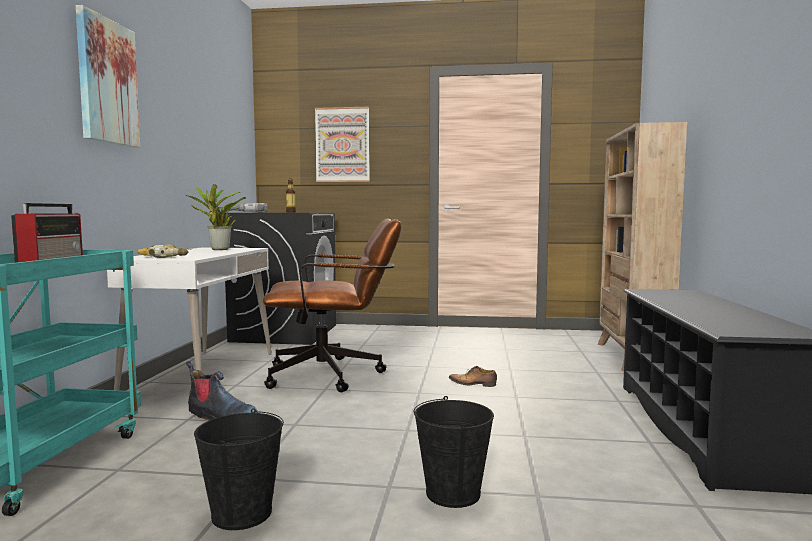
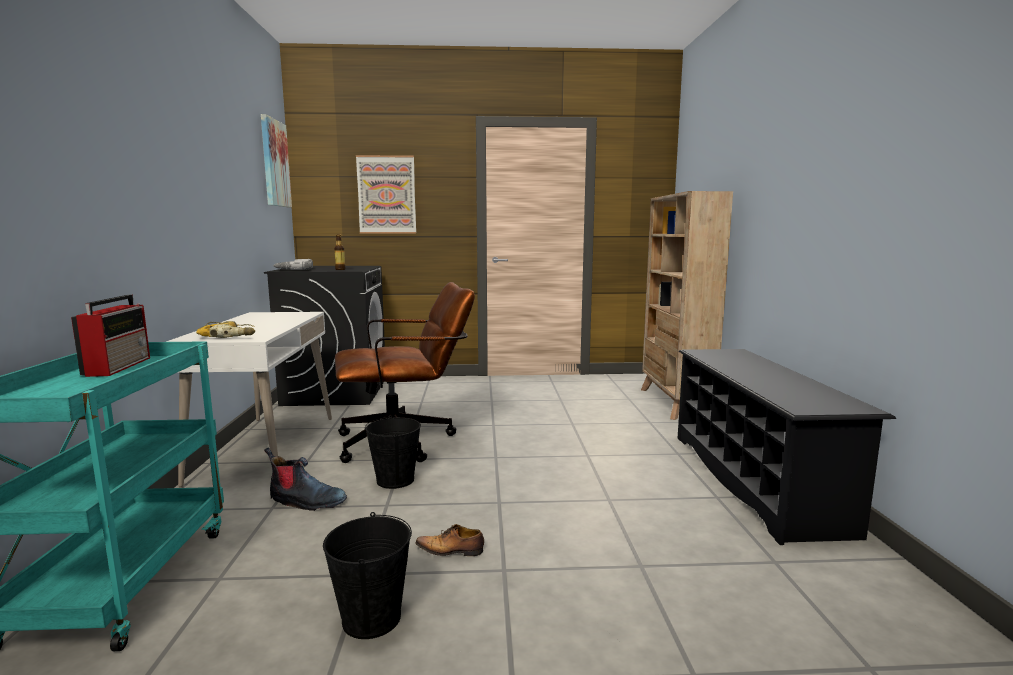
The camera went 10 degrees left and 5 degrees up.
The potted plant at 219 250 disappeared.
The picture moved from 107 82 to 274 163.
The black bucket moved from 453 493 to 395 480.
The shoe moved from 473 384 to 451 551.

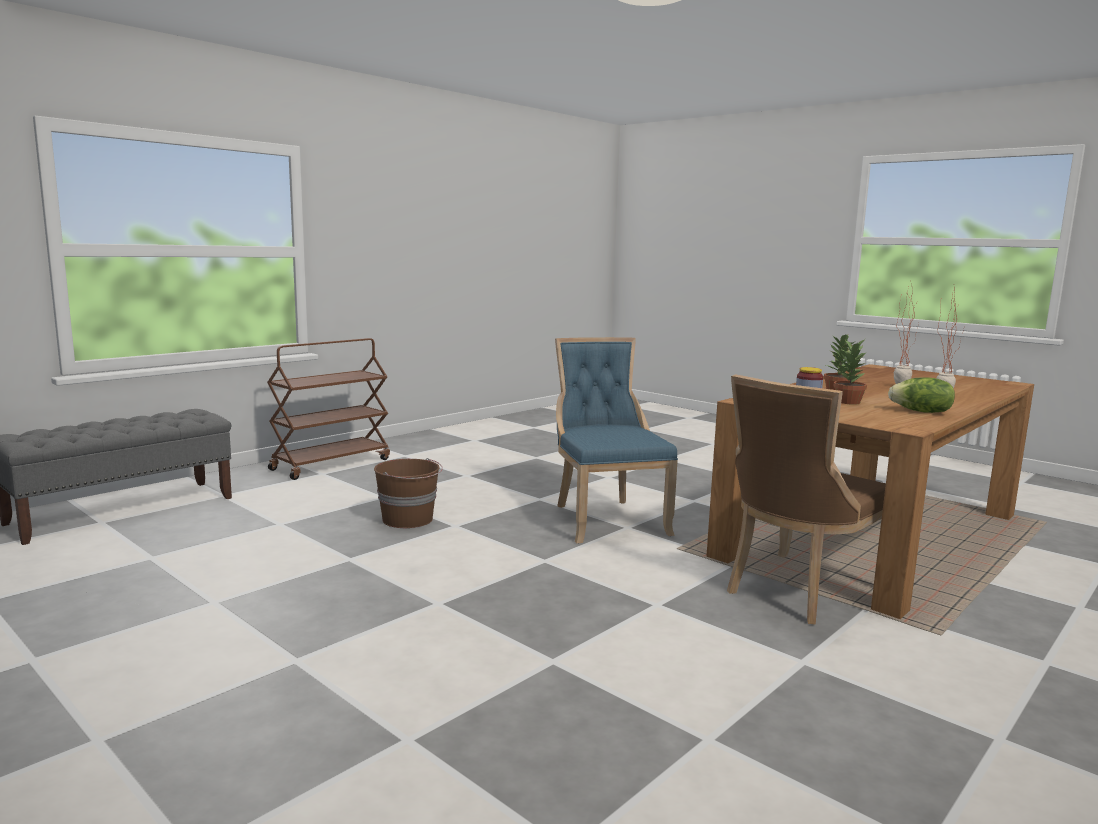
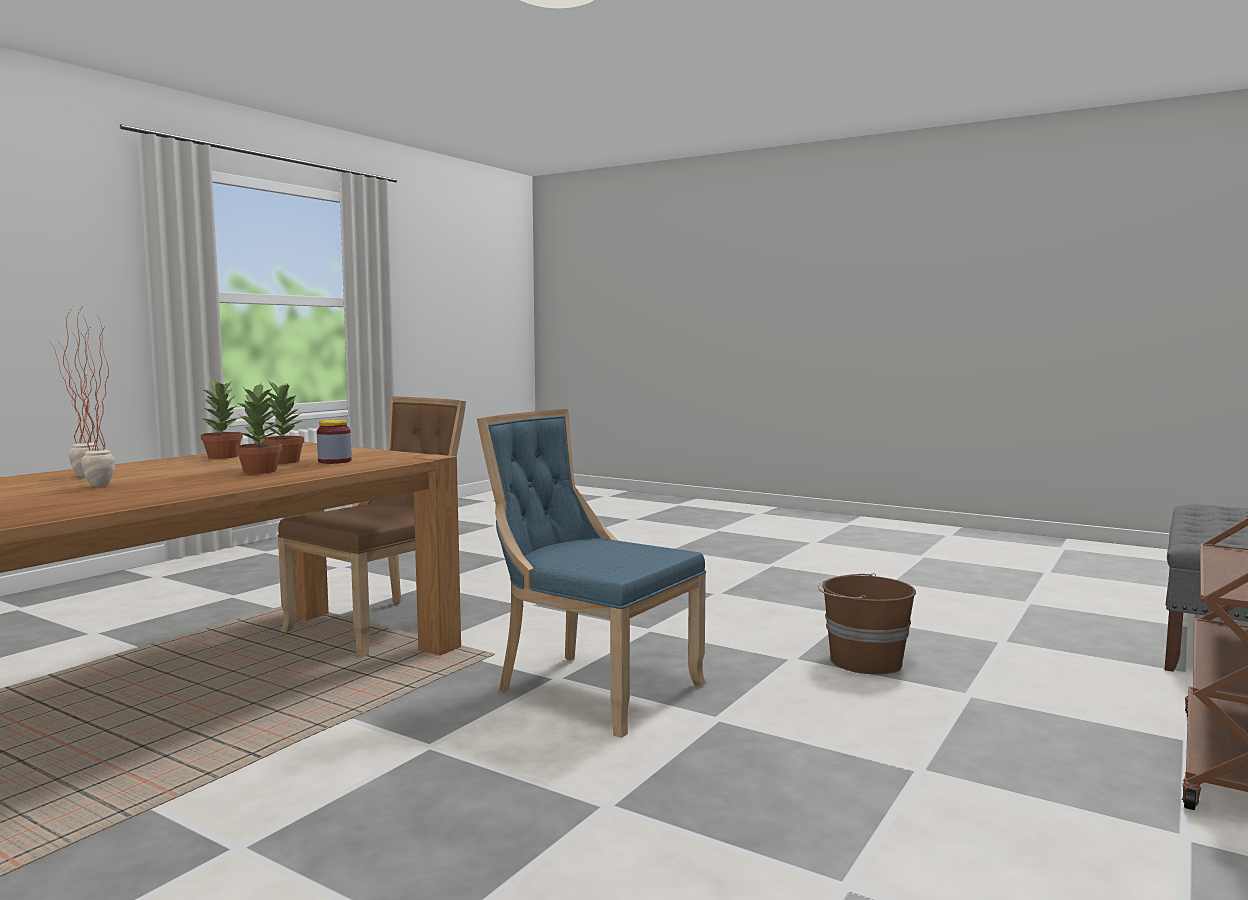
The camera went 170 degrees right and 5 degrees down.
The lettuce at 921 412 was replaced by the potted plant at 223 456.
The blue chair at 606 519 turned 150 degrees clockwise.

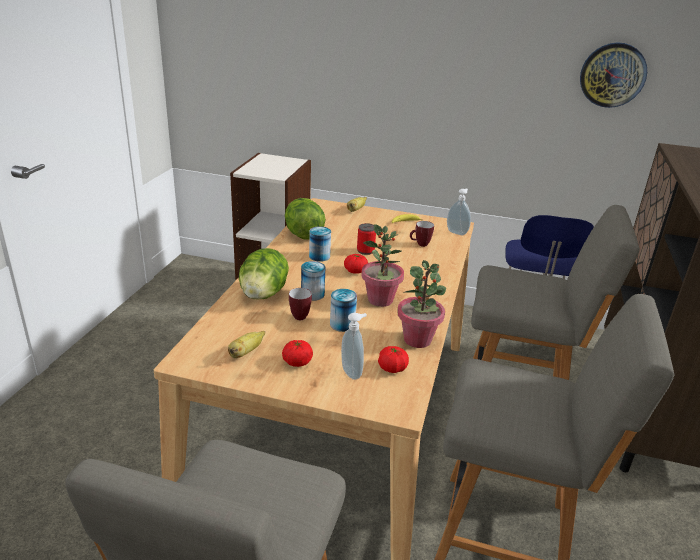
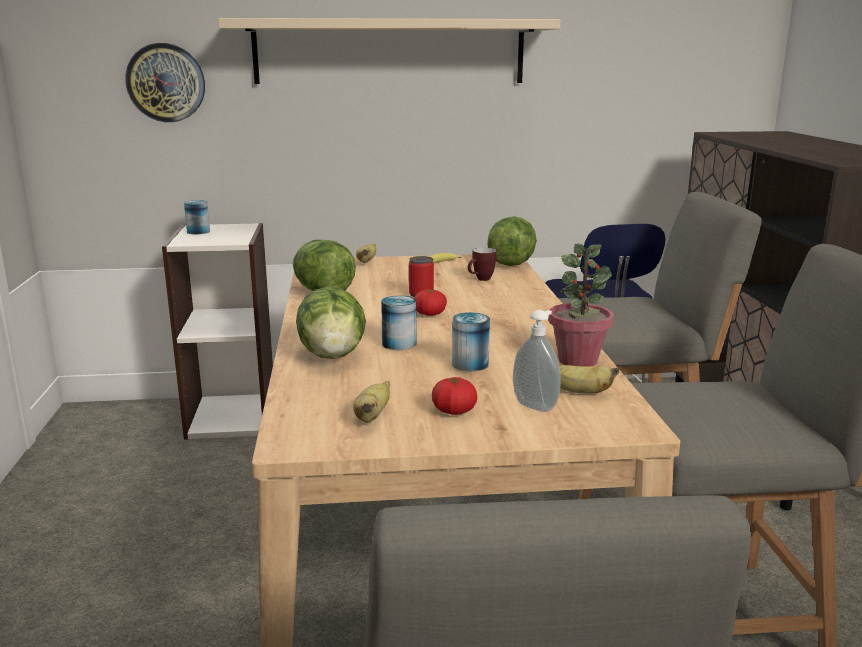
The camera went 20 degrees left and 10 degrees down.
The mug at 298 315 disappeared.
The potted plant at 380 300 disappeared.
The beige shelf at 389 52 appeared.
The can moved from 319 256 to 198 231.
The wall clock moved from 612 75 to 166 83.
The tomato at 392 368 was replaced by the banana at 579 392.
The soap dispenser at 457 232 was replaced by the lettuce at 511 263.

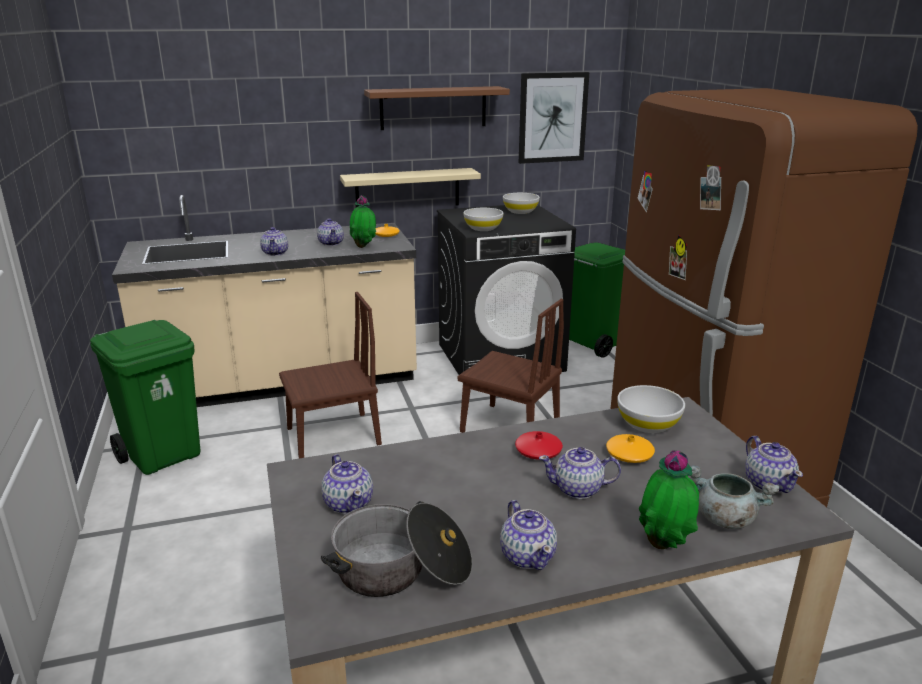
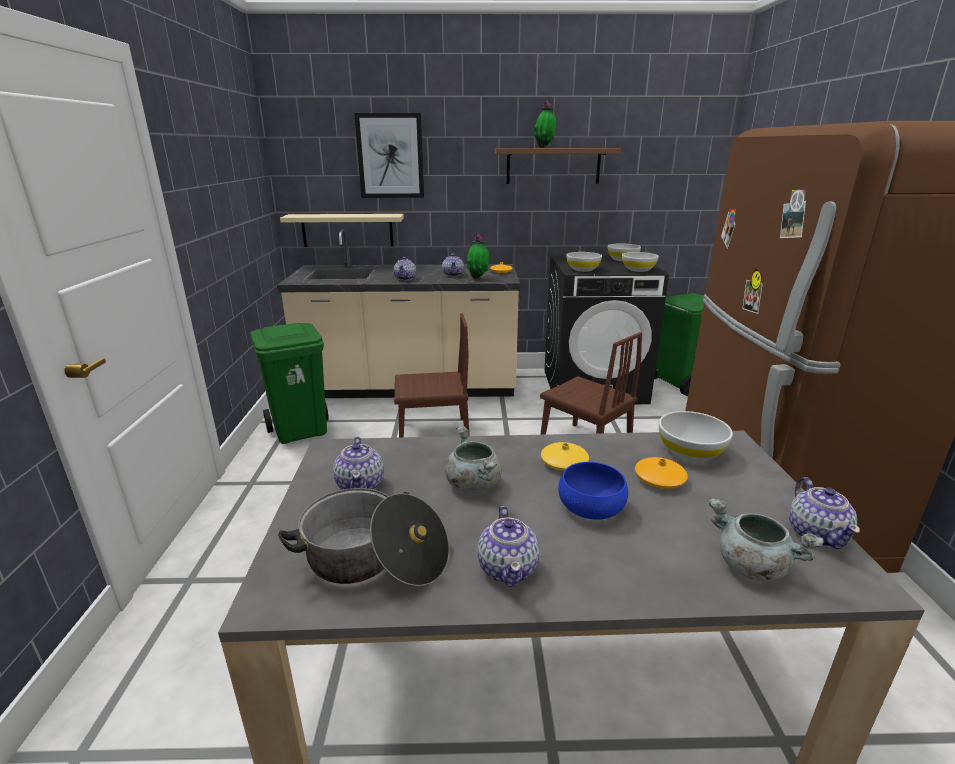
The camera went 15 degrees right and 0 degrees up.
The grey cooking pot at 473 484 appeared.
The white bowl at 638 270 appeared.
The beige shelf moved from 407 190 to 347 230.
The picture moved from 552 118 to 390 156.
The potted plant moved from 664 545 to 544 148.
The teapot at 578 489 was replaced by the blue bowl at 591 506.
The red vase at 538 451 became the yellow vase at 564 463.

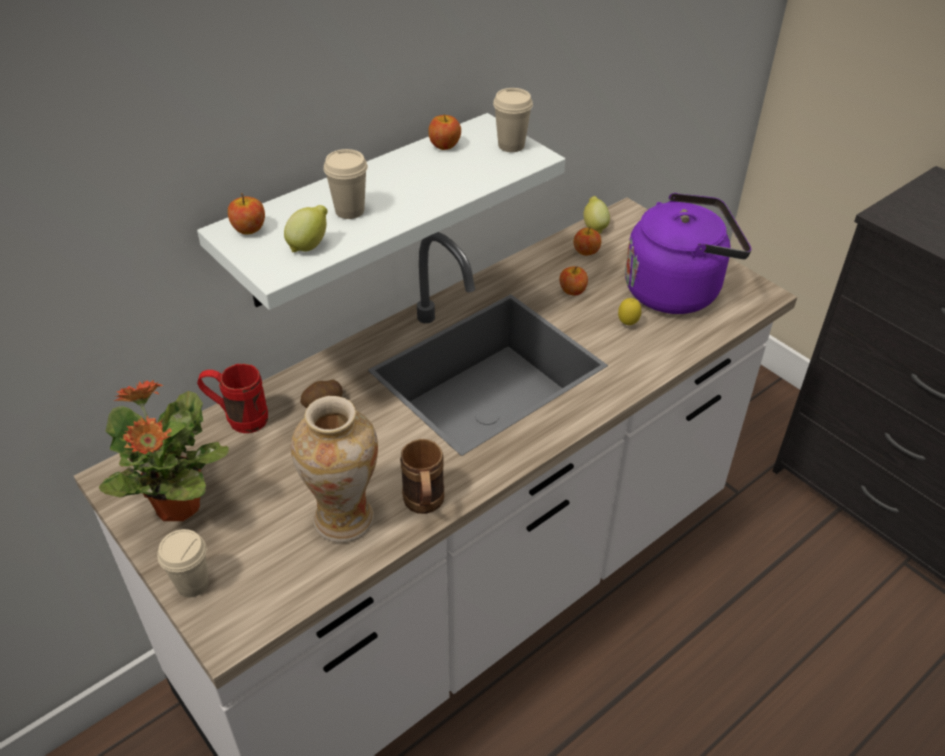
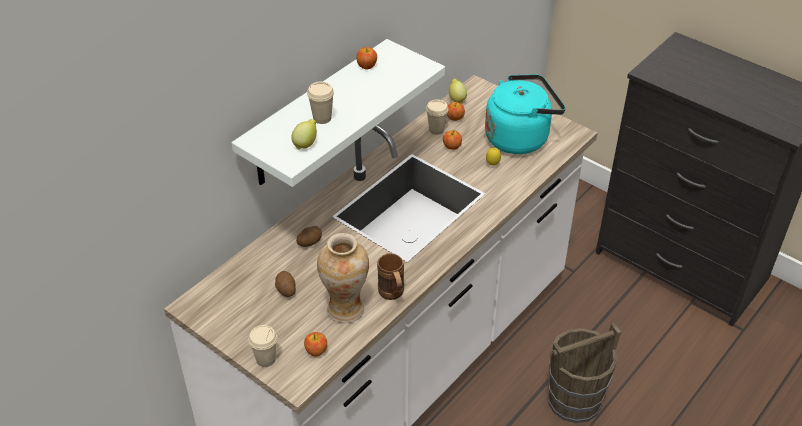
The camera went 10 degrees left and 0 degrees up.
The potted plant at 178 507 disappeared.
The red mug at 238 419 disappeared.
The potato at 286 289 appeared.
The brown bucket at 573 400 appeared.
The apple moved from 249 229 to 316 351.
The beige cup moved from 511 145 to 436 130.
The purple kettle at 677 290 became the turquoise kettle at 520 137.

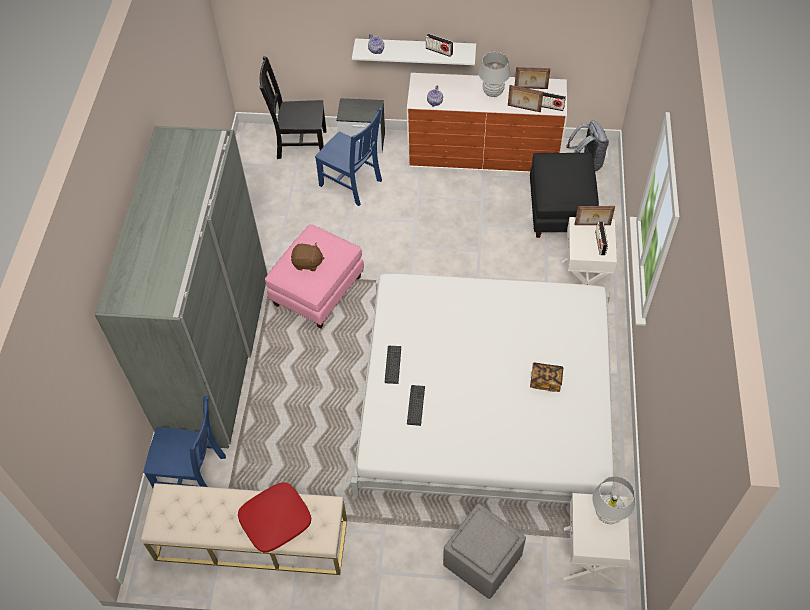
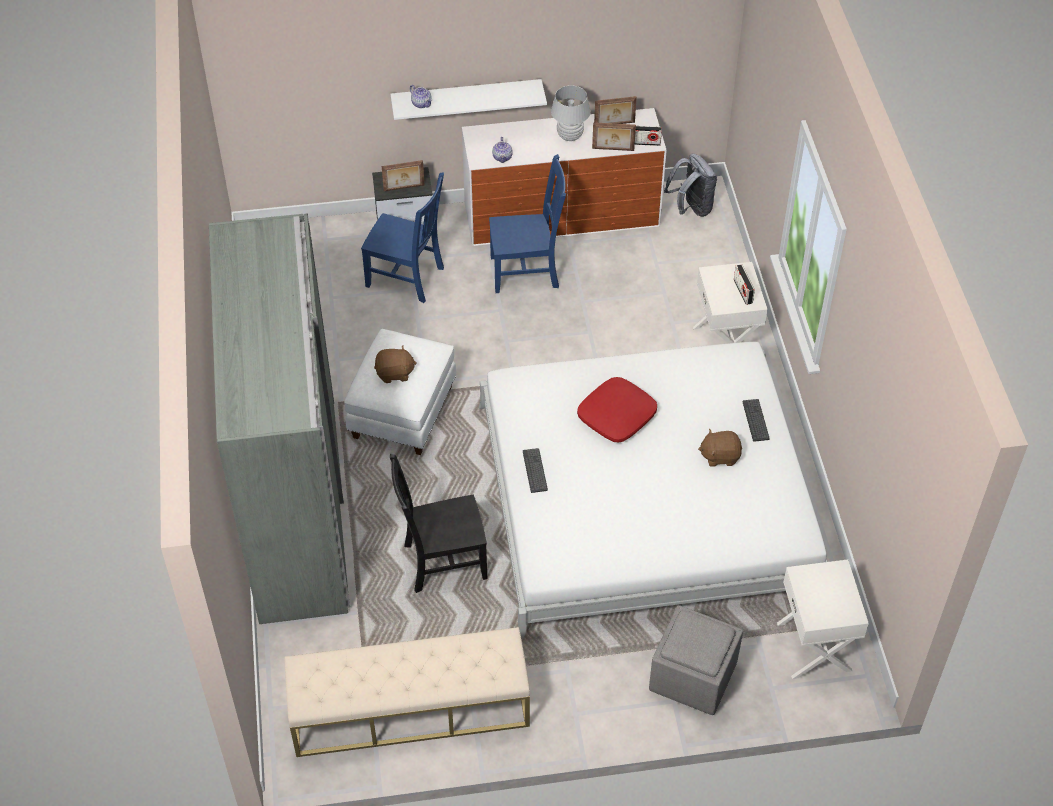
The camera went 15 degrees left and 5 degrees down.
The radio at 439 51 disappeared.
The black ottoman at 559 210 disappeared.
The white table lamp at 608 514 disappeared.
The blue chair moved from 194 475 to 527 271.
The red pillow moved from 275 520 to 616 415.
The black chair moved from 299 144 to 442 562.
The keyboard moved from 416 405 to 755 420.
The picture frame moved from 592 225 to 404 188.
The book at 545 380 was replaced by the brown plush toy at 720 456.
The pink ottoman at 317 290 became the white ottoman at 402 411.

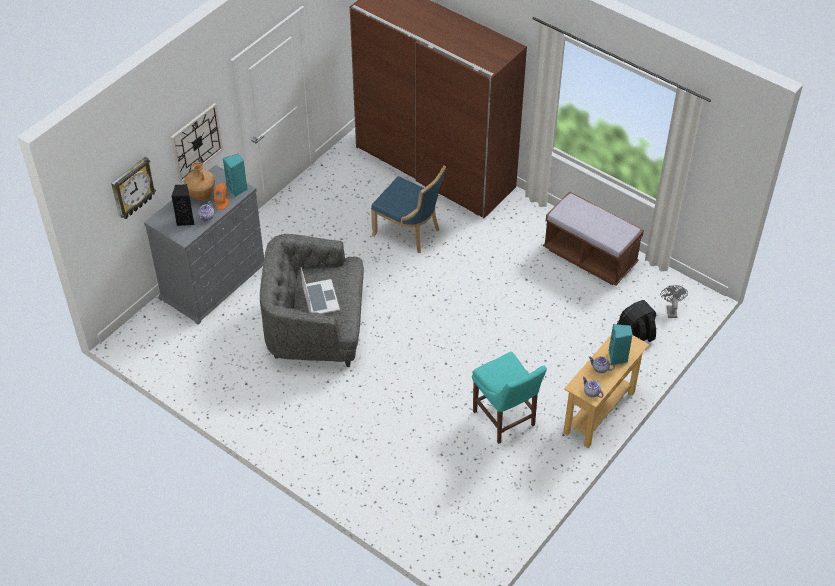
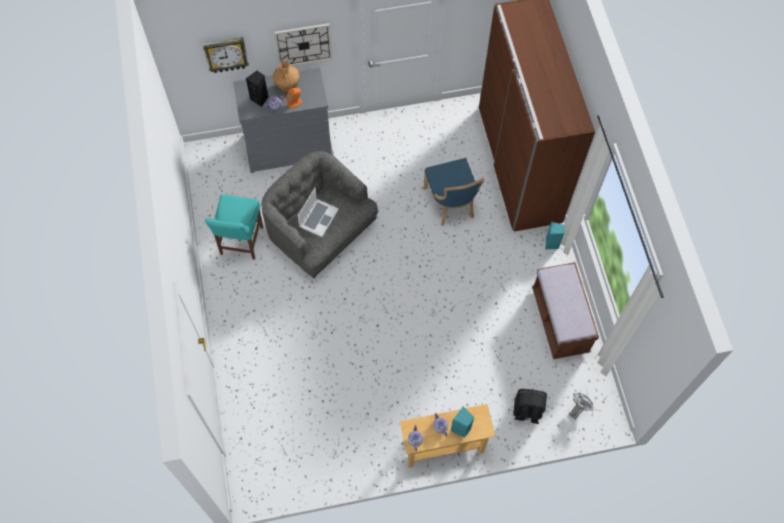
The camera went 40 degrees right and 15 degrees up.
The turquoise speaker moved from 237 189 to 552 244.
The turquoise chair moved from 505 420 to 240 242.

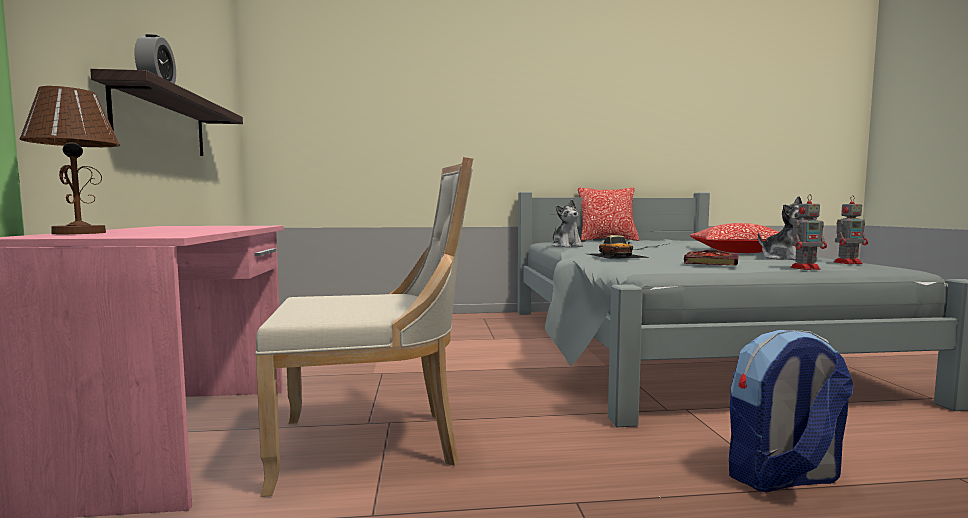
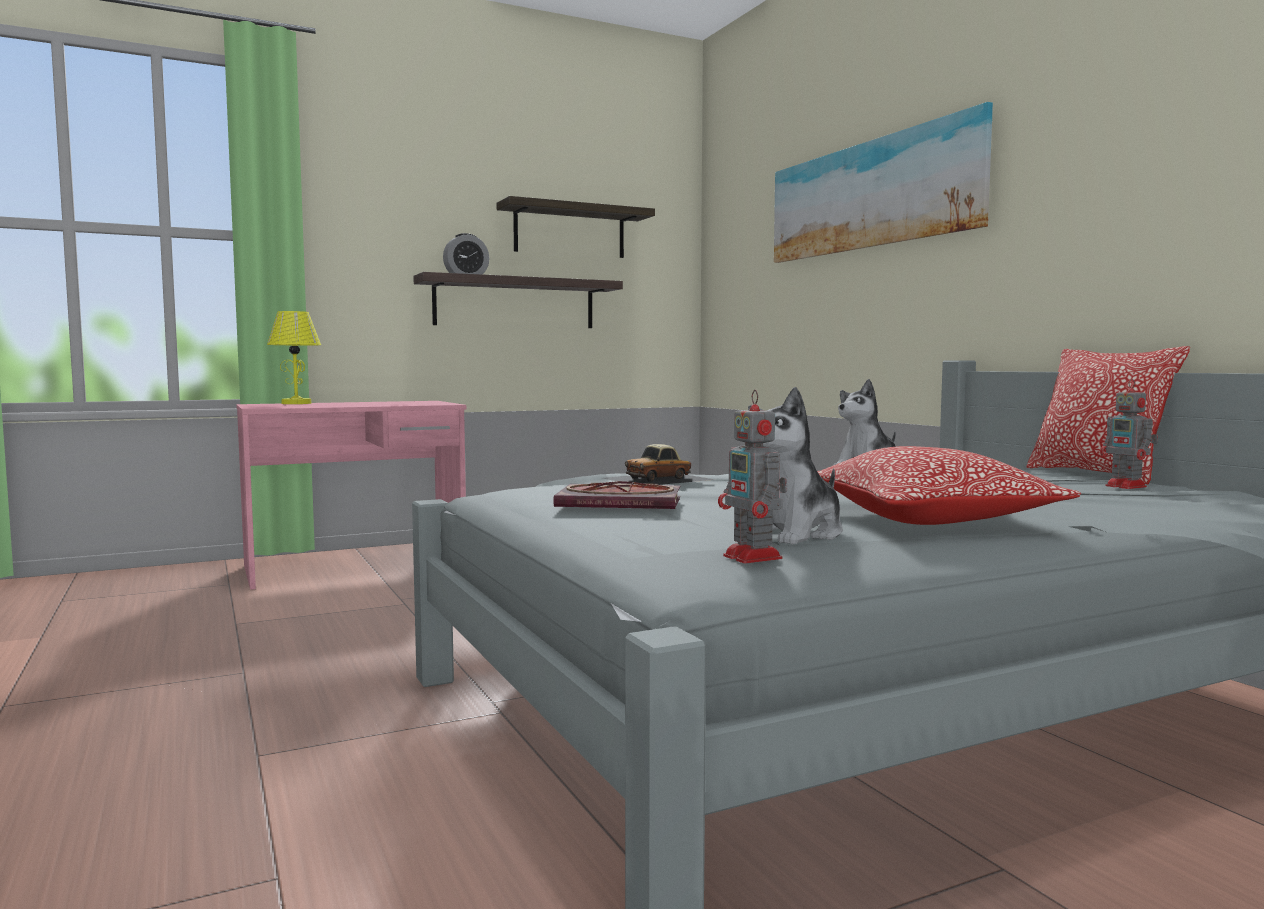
The camera went 70 degrees right and 0 degrees up.
The beige chair at 375 444 disappeared.
The backpack at 782 478 disappeared.
The shelf at 569 231 appeared.
The picture at 871 196 appeared.
The toy robot moved from 806 268 to 1127 486.
The brown table lamp at 80 233 became the yellow table lamp at 296 403.

